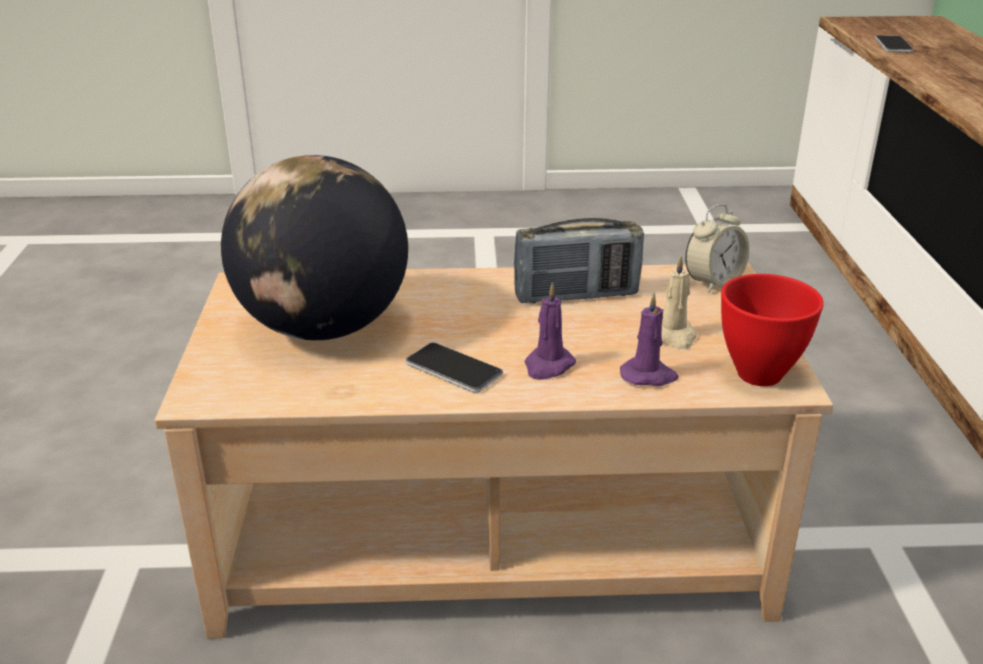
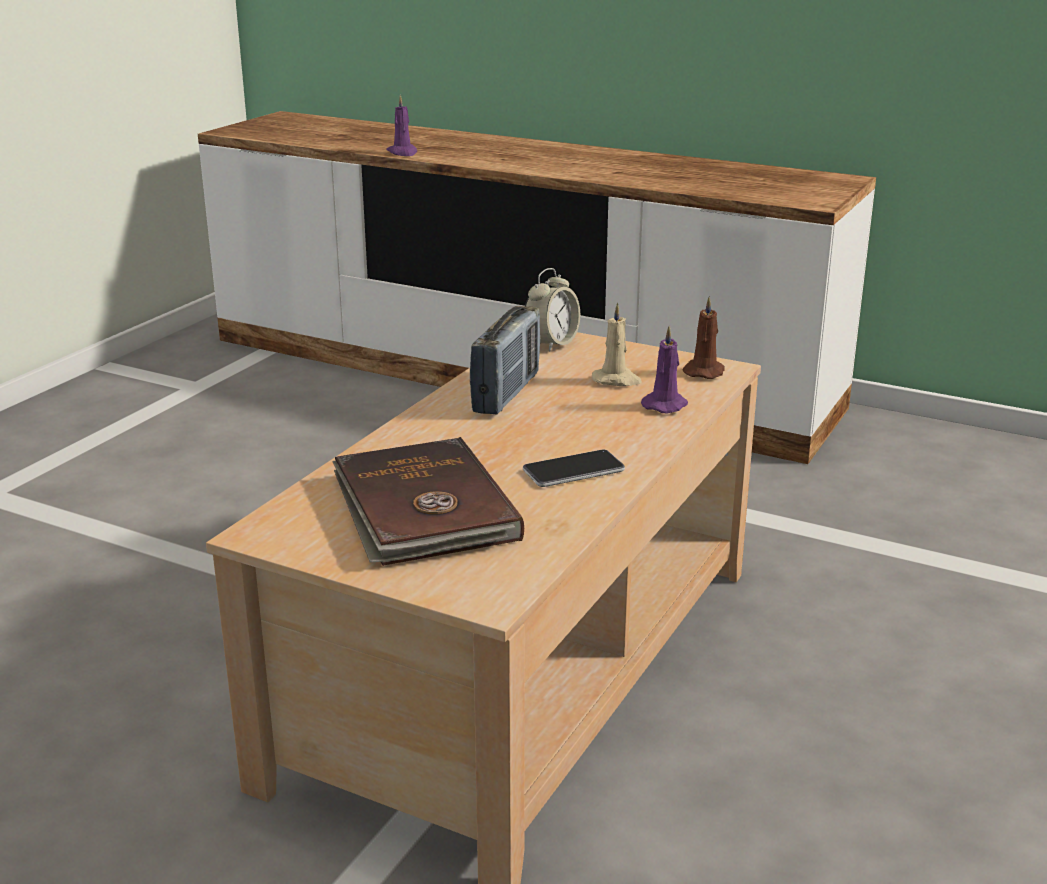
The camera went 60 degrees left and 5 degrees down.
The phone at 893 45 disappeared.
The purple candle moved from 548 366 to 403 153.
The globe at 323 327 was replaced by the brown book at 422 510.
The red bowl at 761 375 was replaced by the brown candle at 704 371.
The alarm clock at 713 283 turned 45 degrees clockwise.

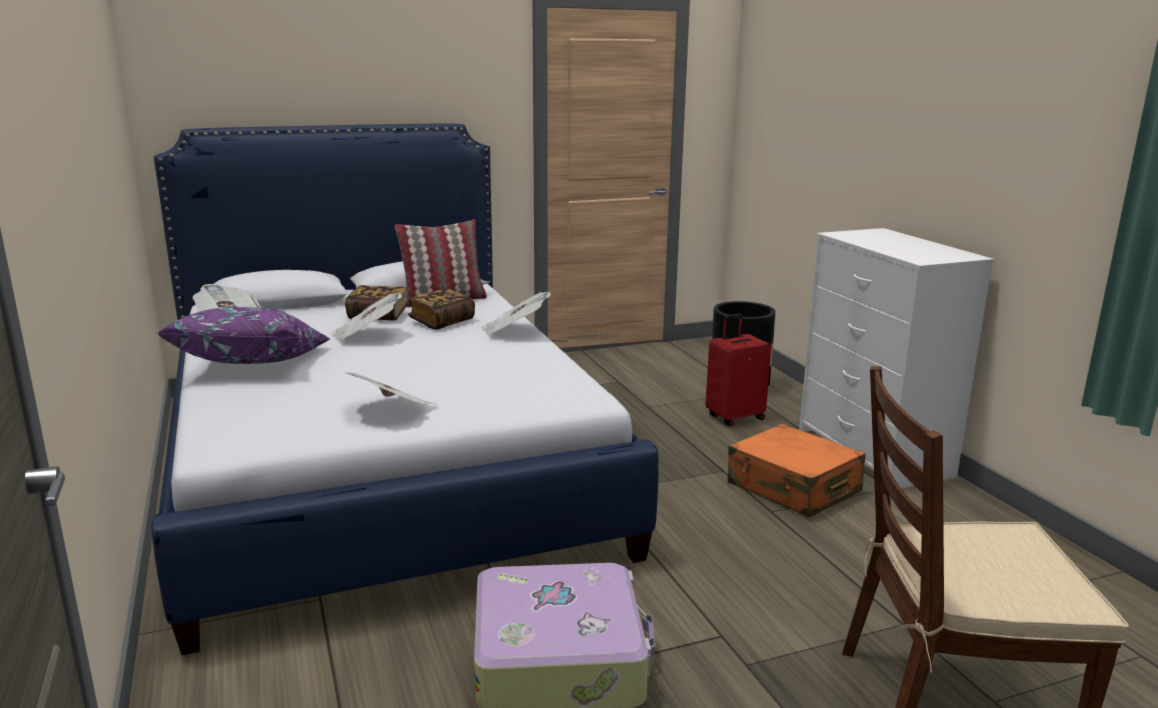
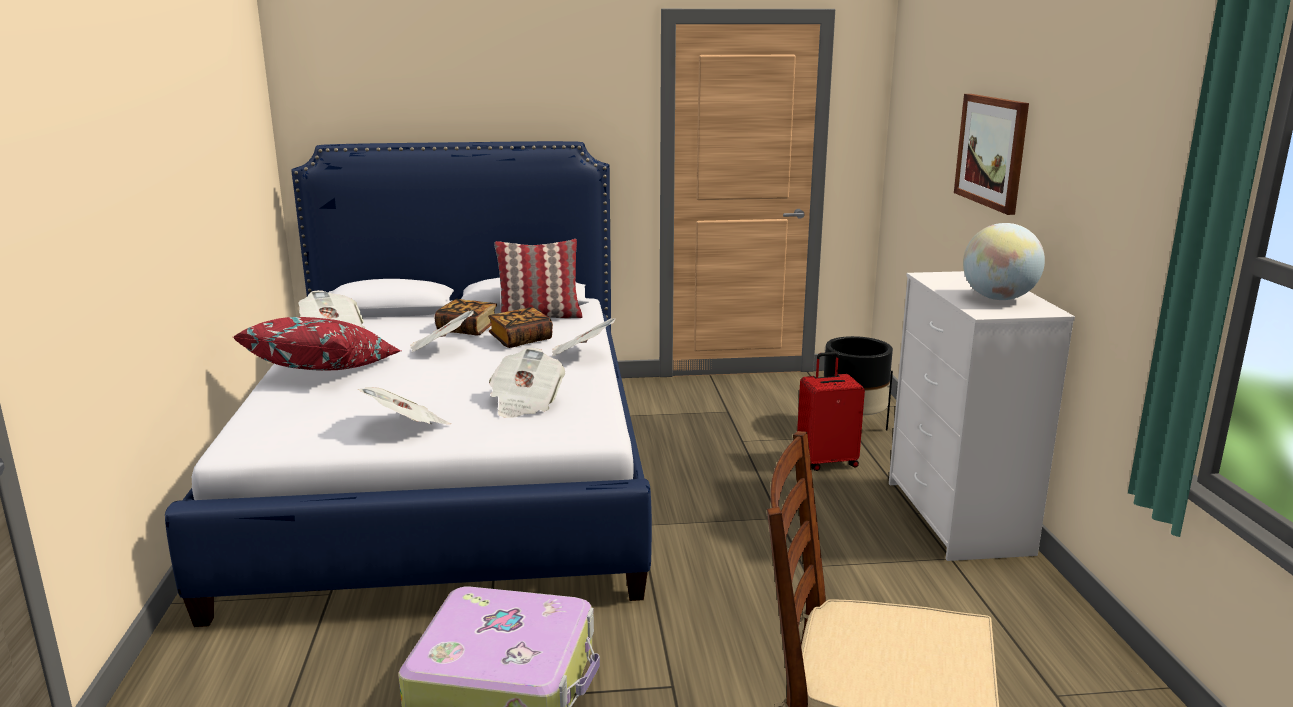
The camera went 15 degrees right and 0 degrees up.
The orange suitcase at 793 488 disappeared.
The newspaper at 525 403 appeared.
The picture at 992 151 appeared.
The globe at 998 298 appeared.
The purple pillow at 254 364 became the red pillow at 324 370.

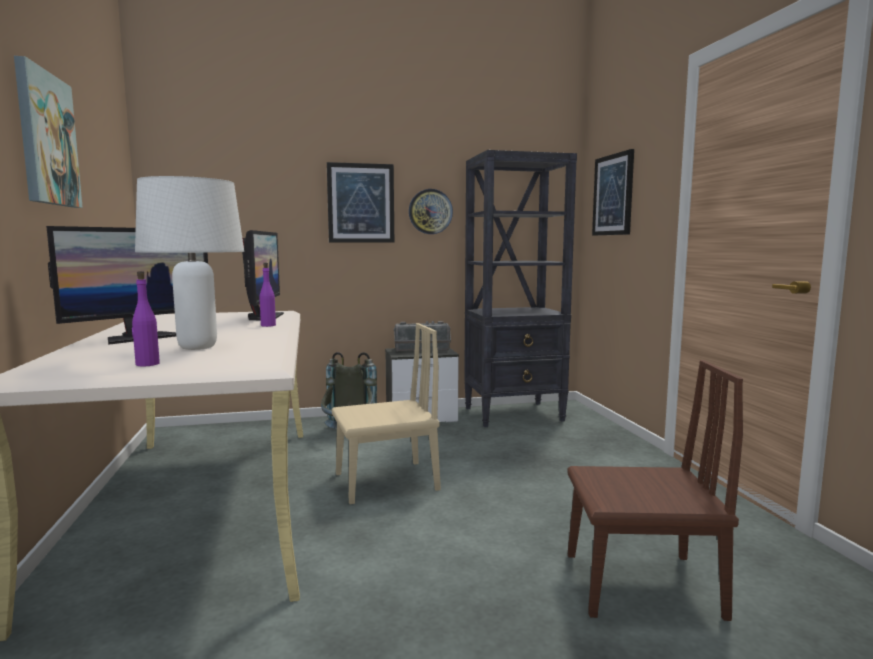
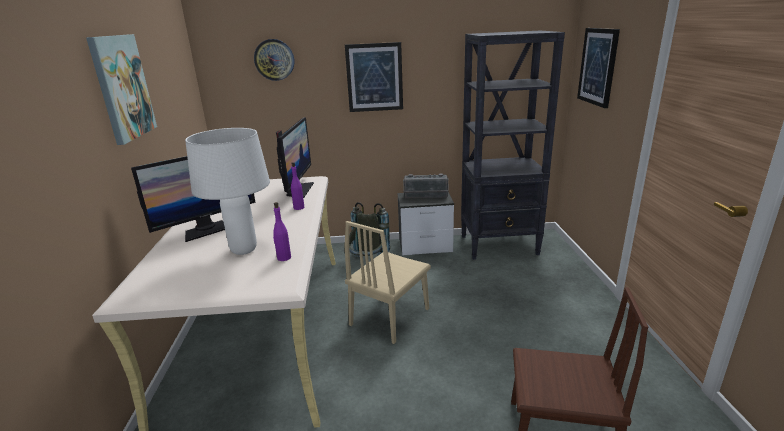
The camera went 10 degrees right and 15 degrees up.
The purple bottle moved from 147 364 to 284 258.
The wall clock moved from 430 211 to 274 59.
The beige chair at 386 482 turned 135 degrees clockwise.

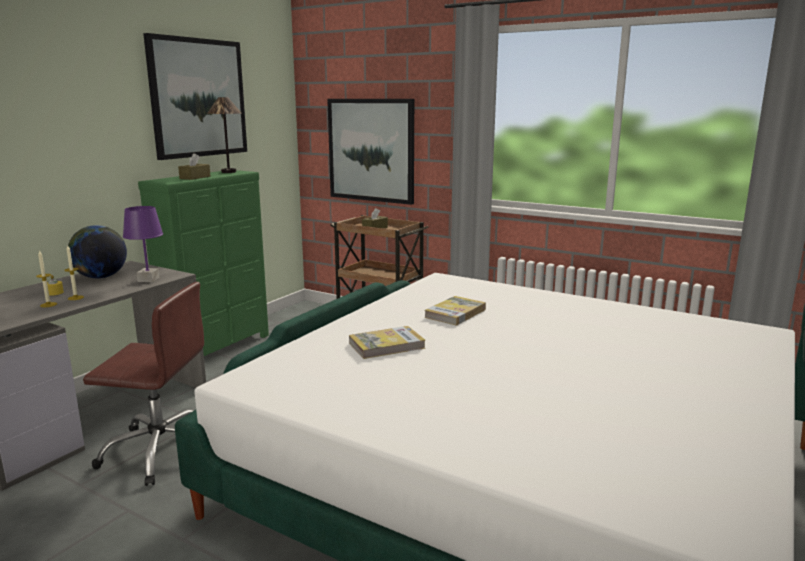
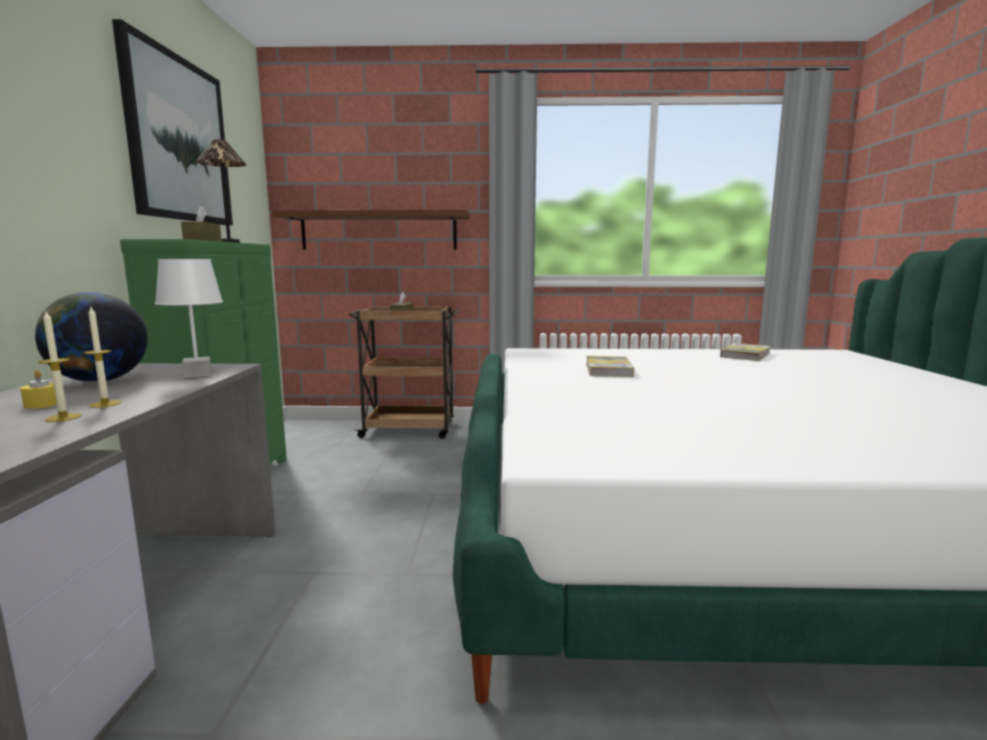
The camera went 30 degrees left and 5 degrees down.
The brown office chair at 161 450 disappeared.
The book moved from 386 345 to 745 355.
The picture at 371 150 was replaced by the brown shelf at 379 231.
The purple table lamp at 148 279 became the white table lamp at 197 374.

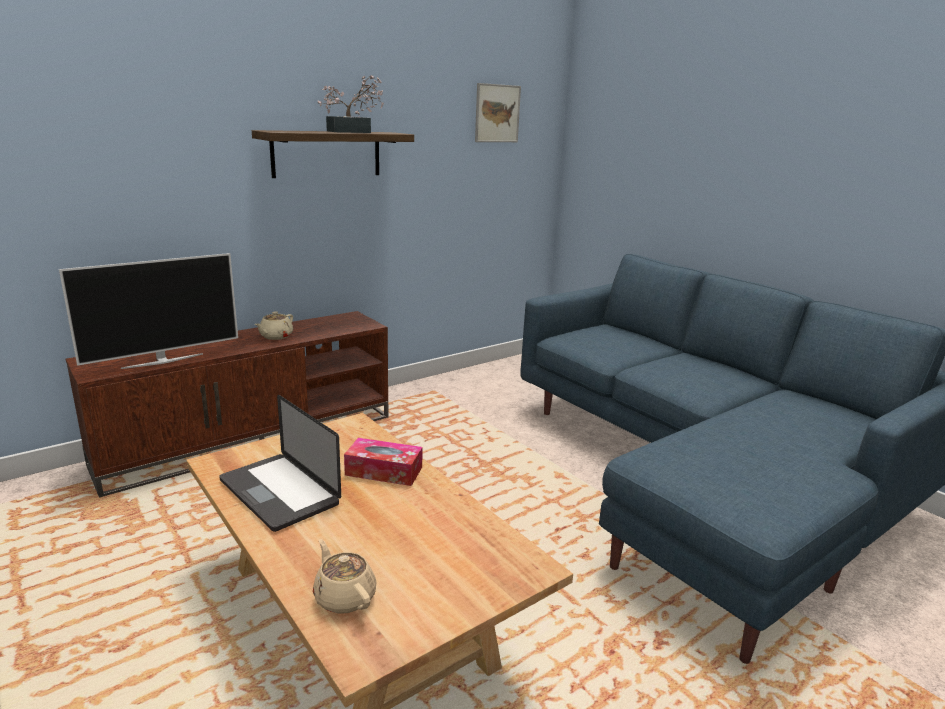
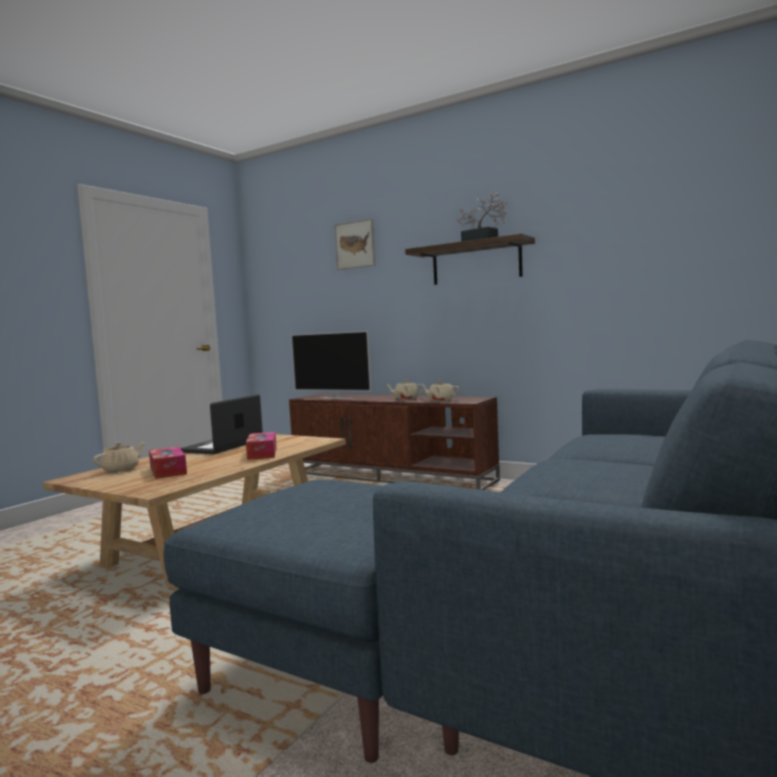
The camera went 70 degrees right and 15 degrees down.
The tissue box at 168 471 appeared.
The beige teapot at 440 400 appeared.
The picture moved from 497 113 to 355 244.

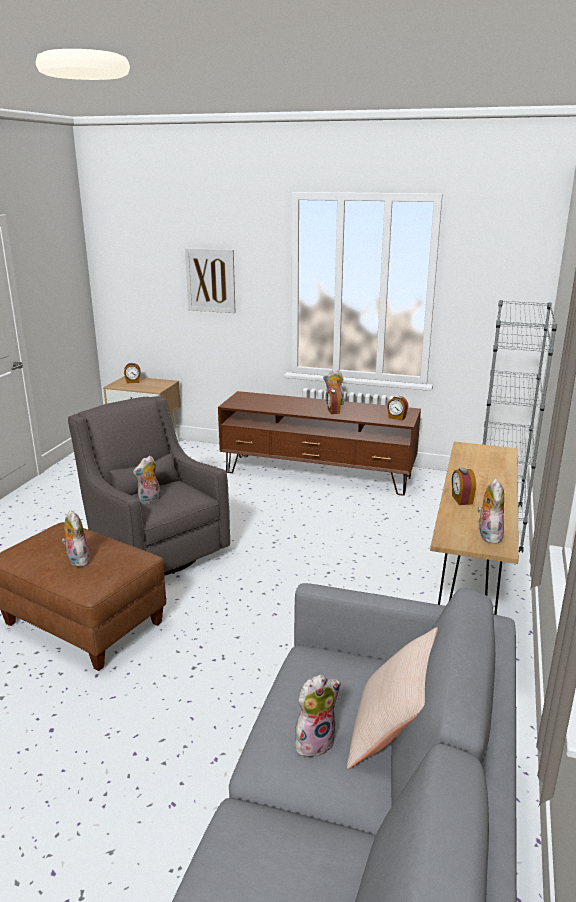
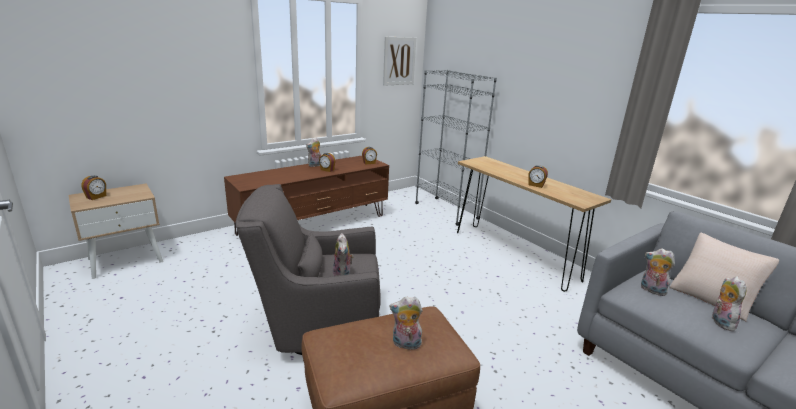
The camera went 55 degrees left and 0 degrees up.
The picture moved from 210 280 to 399 61.
The plush toy moved from 488 535 to 651 290.

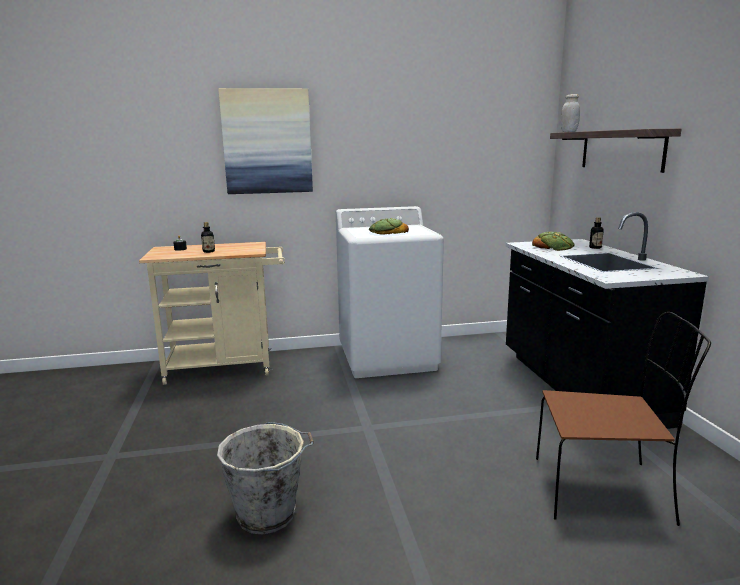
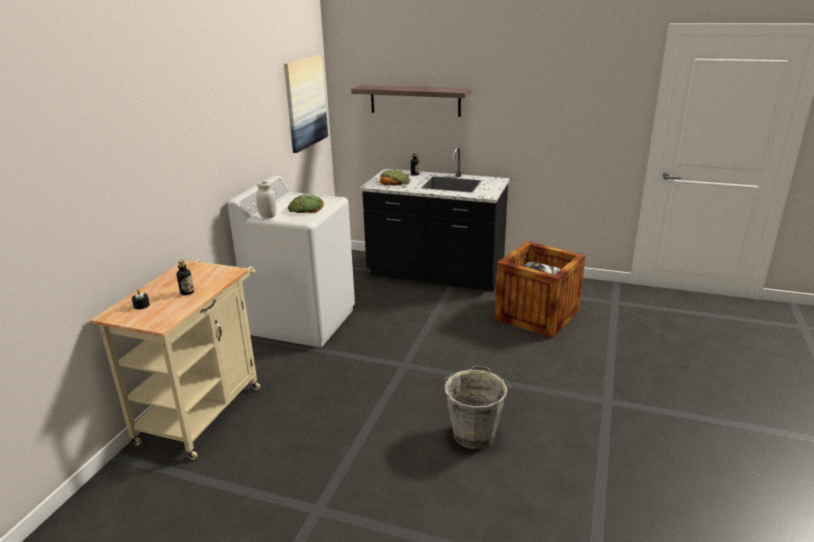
The camera went 60 degrees left and 10 degrees up.
The picture moved from 267 142 to 305 102.
The white jar moved from 569 132 to 268 216.
The brown chair at 604 490 was replaced by the crate at 537 315.

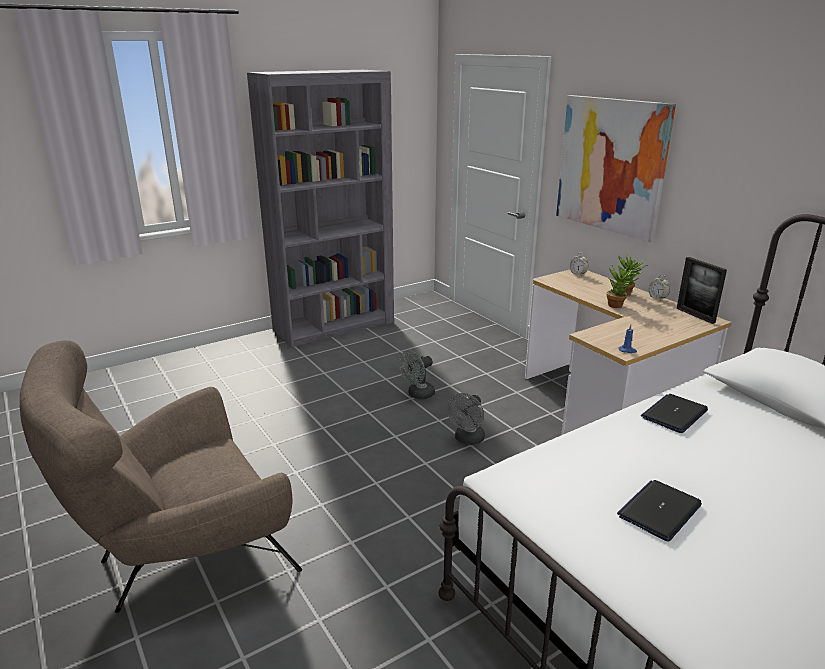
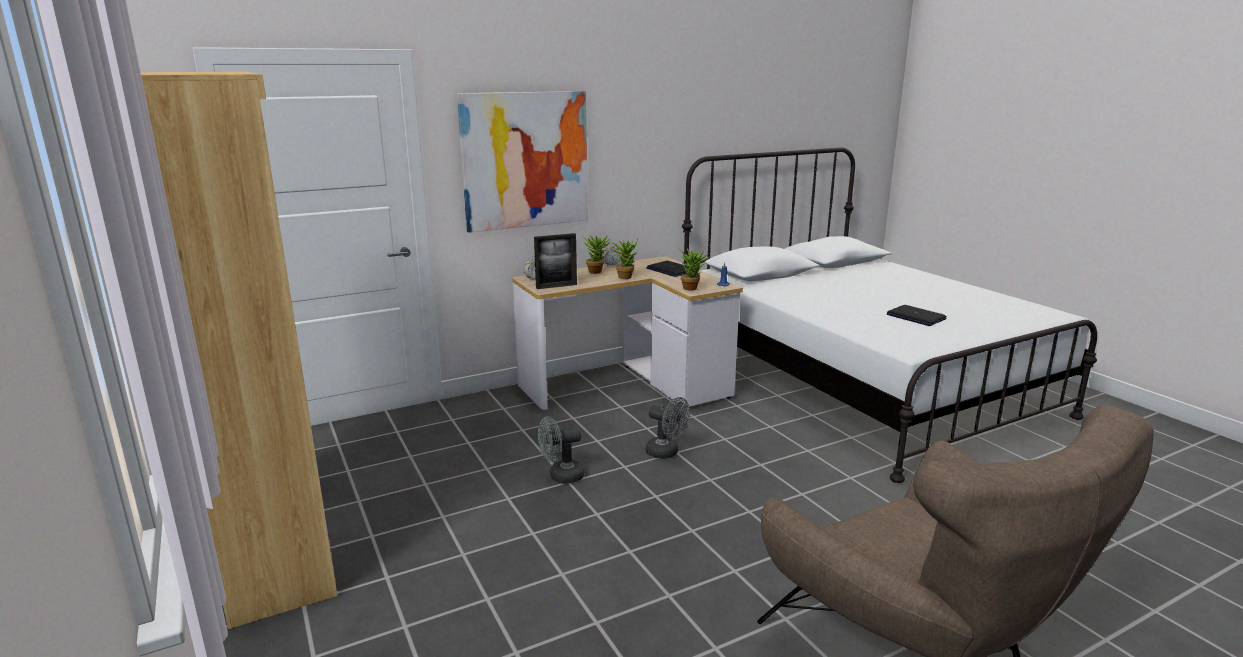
The camera went 85 degrees left and 5 degrees down.
The potted plant at 692 288 appeared.
The laptop moved from 674 414 to 670 270.
The picture frame moved from 695 315 to 556 286.
The grey bookcase at 334 325 became the brown bookcase at 276 546.
The grey fan at 418 395 turned 105 degrees clockwise.

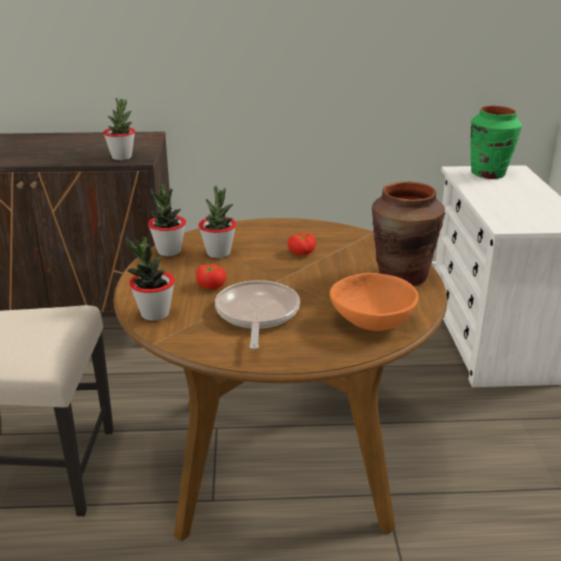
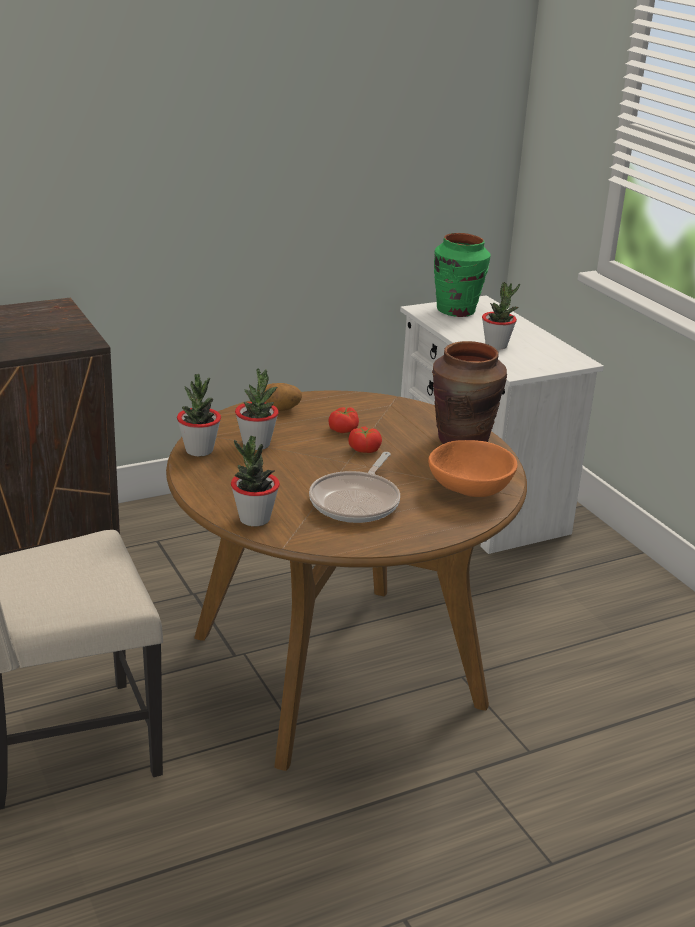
The camera went 25 degrees left and 0 degrees up.
The potato at 280 410 appeared.
The potted plant moved from 122 157 to 496 345.
The tomato moved from 211 285 to 364 449.
The frying pan at 256 314 turned 135 degrees counterclockwise.

